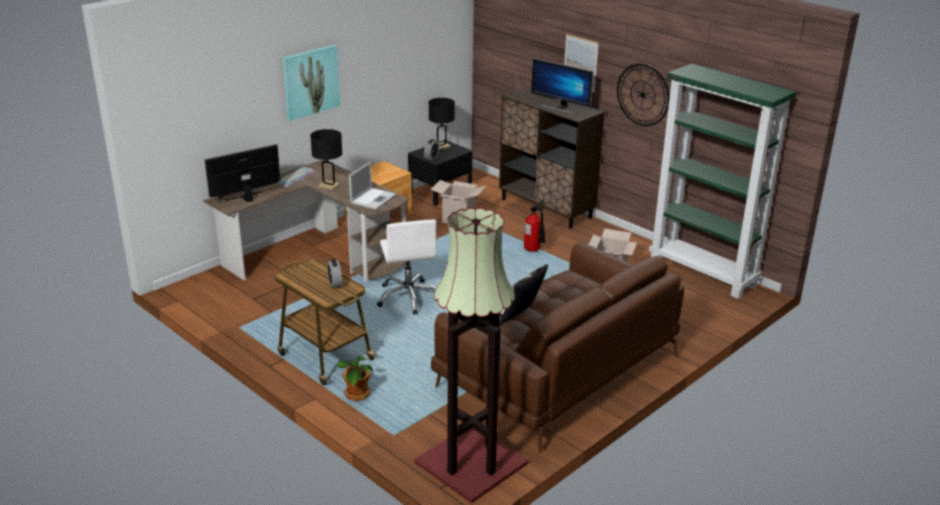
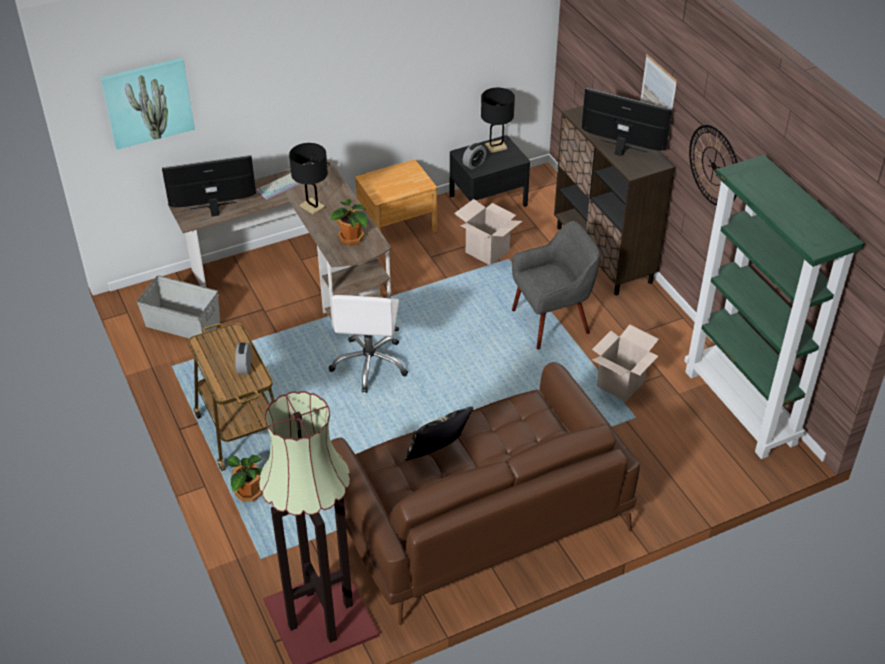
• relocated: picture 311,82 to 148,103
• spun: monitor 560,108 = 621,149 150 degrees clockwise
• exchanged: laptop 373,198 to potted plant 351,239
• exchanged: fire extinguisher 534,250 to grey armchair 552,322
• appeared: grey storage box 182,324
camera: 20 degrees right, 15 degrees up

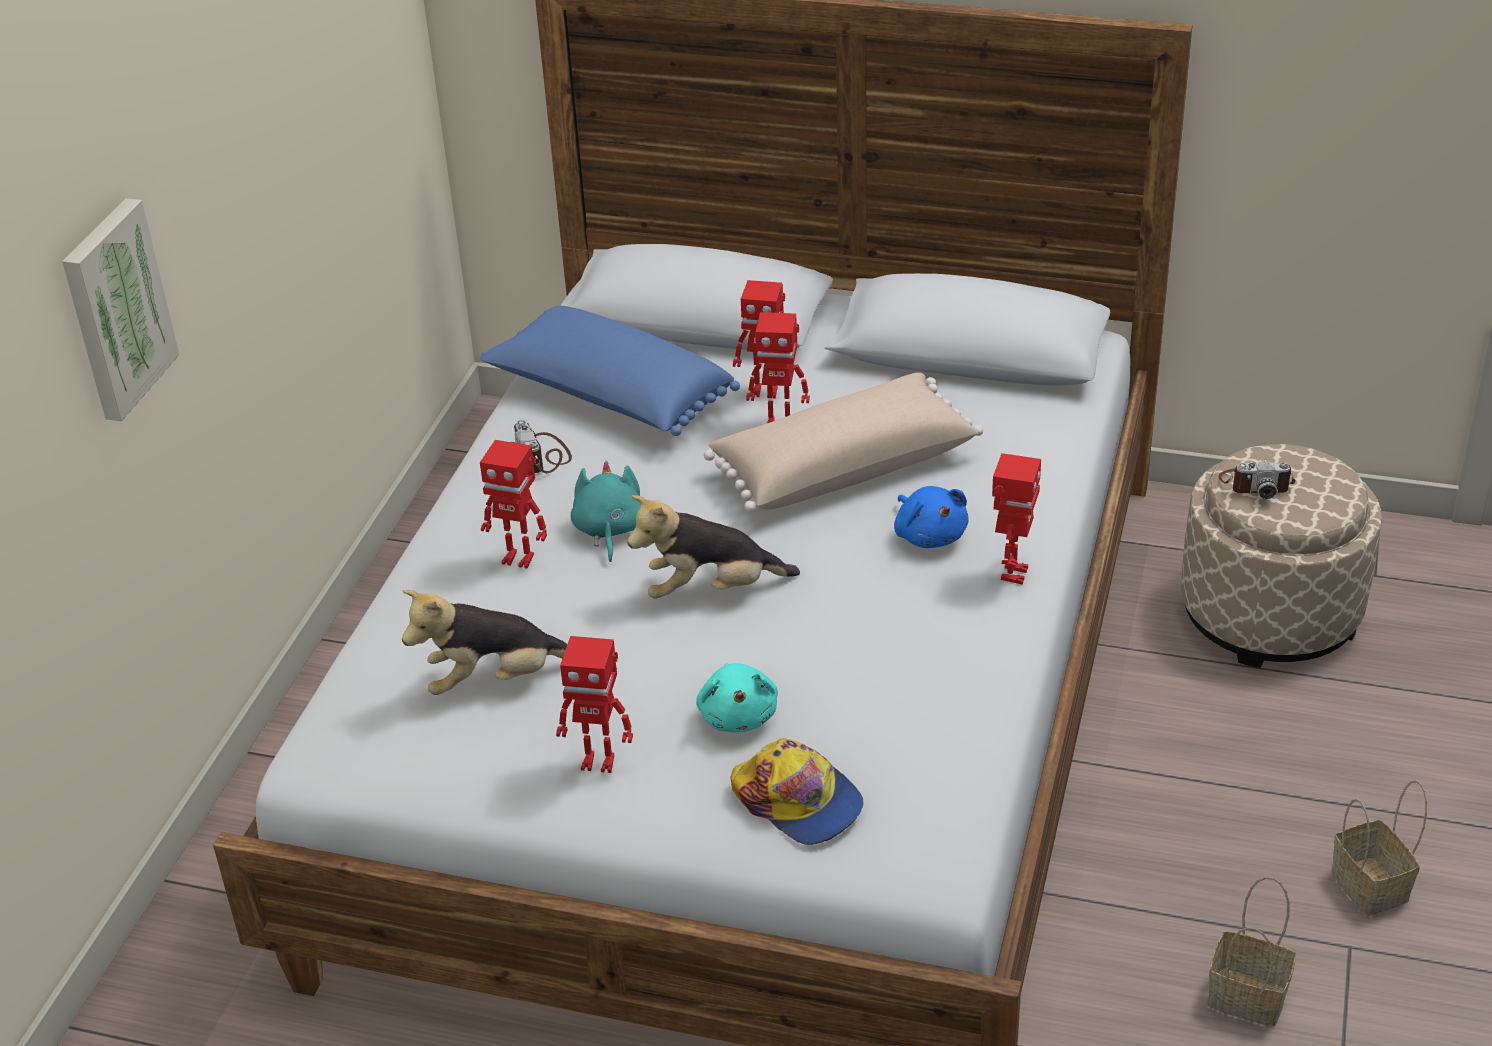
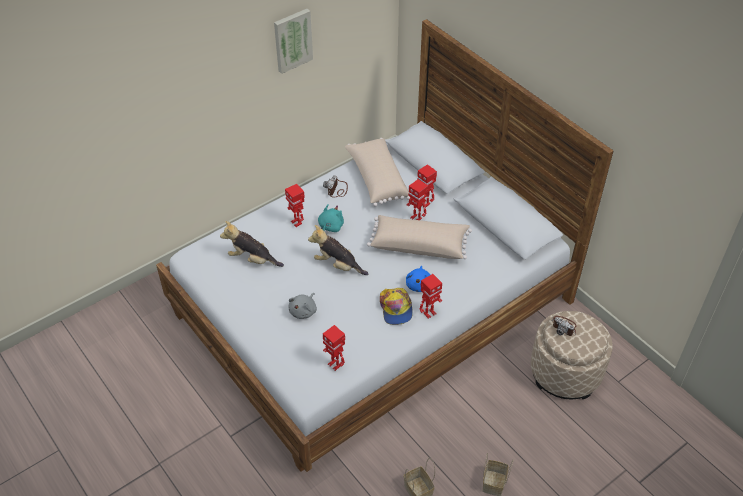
• relocated: picture 115,309 to 292,40
• colour: blue pillow 609,397 to beige pillow 377,179
• relocated: toy robot 599,761 to 335,364
• colour: turquoise plush toy 738,715 to grey plush toy 304,311
• relocated: cap 798,801 to 396,308
camera: 35 degrees right, 10 degrees up

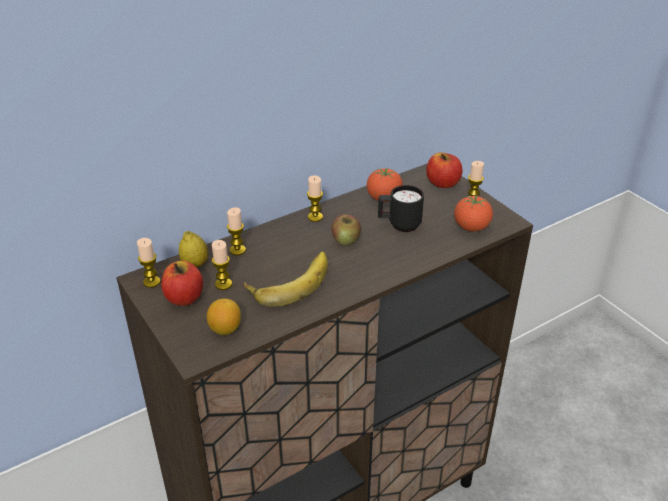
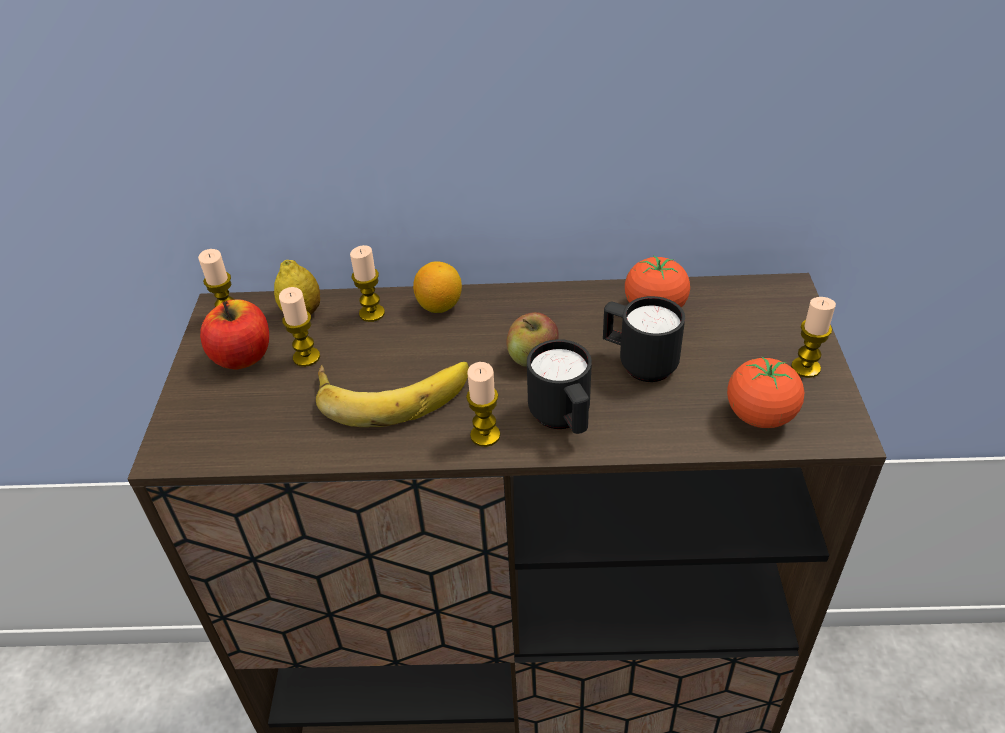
• missing: apple 443,183
• relocated: candle 315,217 to 485,435
• relocated: lemon 225,329 to 439,306
• appeared: black mug 563,419
camera: 35 degrees right, 5 degrees up

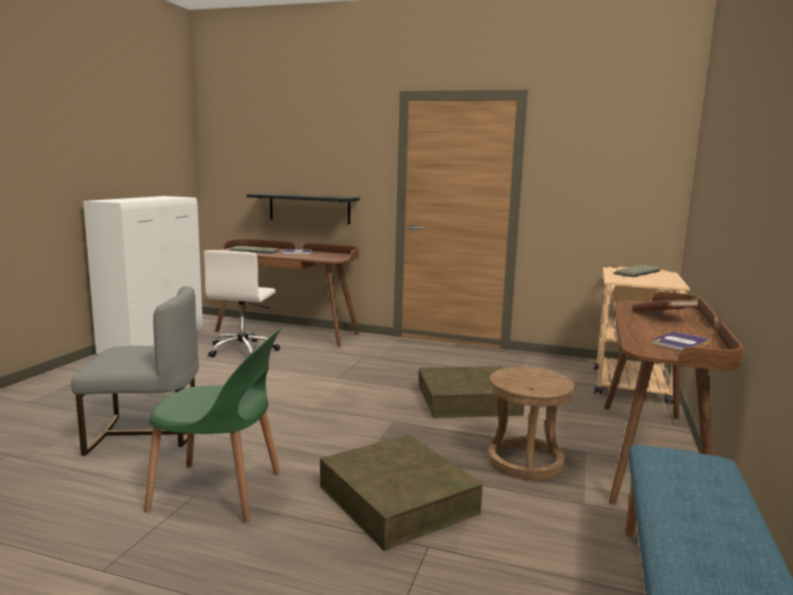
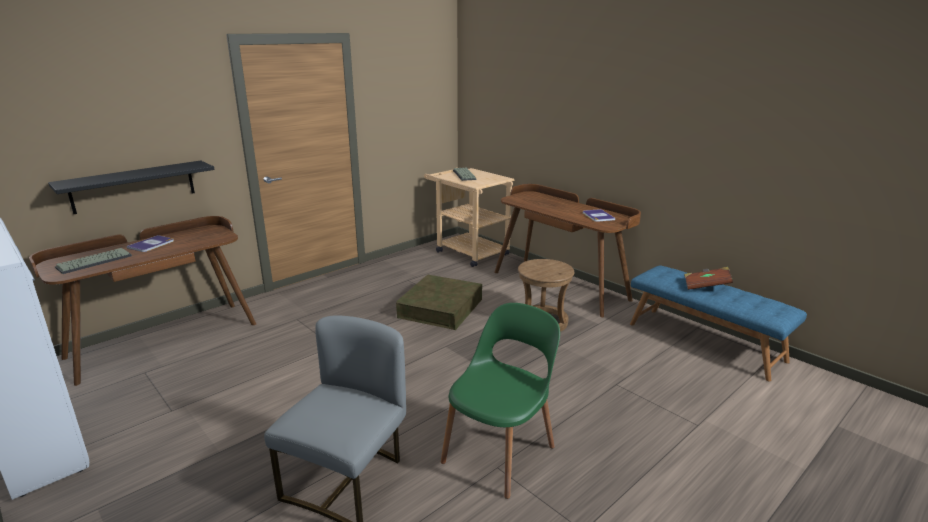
• missing: white office chair 243,350
• relocated: brown book 664,317 to 706,286
• missing: brown storage box 397,499
camera: 60 degrees left, 10 degrees up

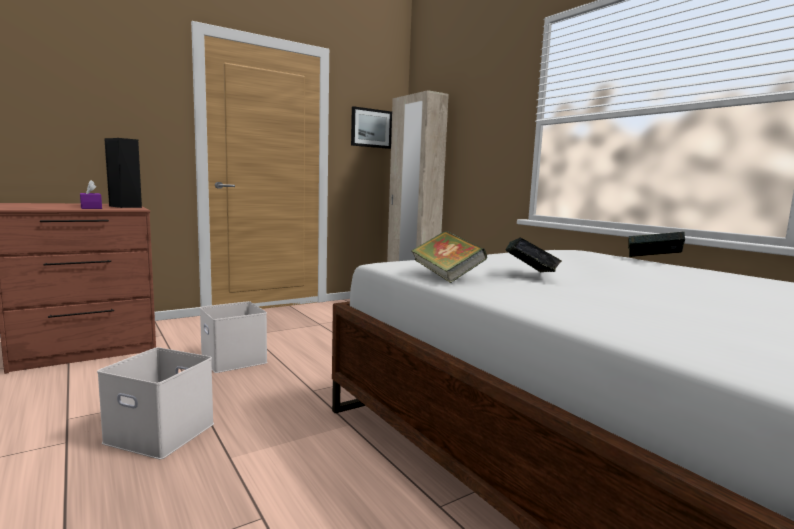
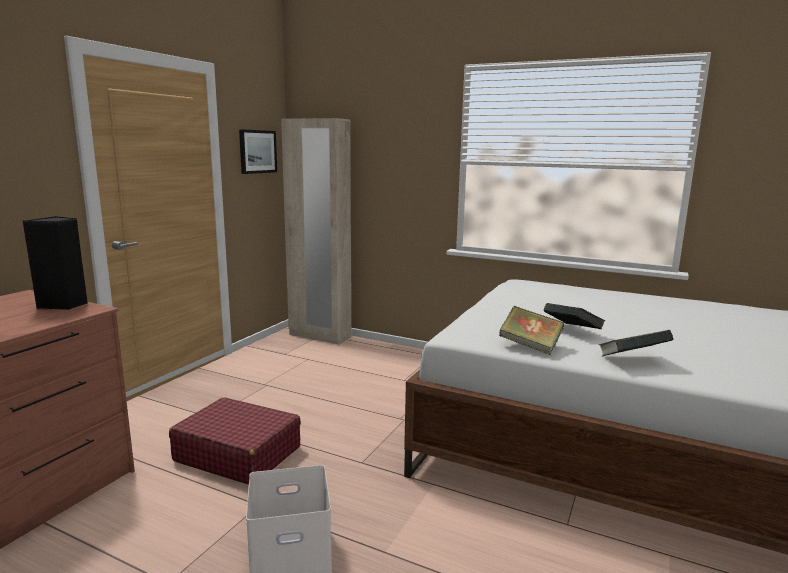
• missing: purple tissue box 91,207
• relocated: book 653,260 to 632,360
• exchanged: white storage box 232,359 to red suitcase 237,454
camera: 30 degrees left, 5 degrees up

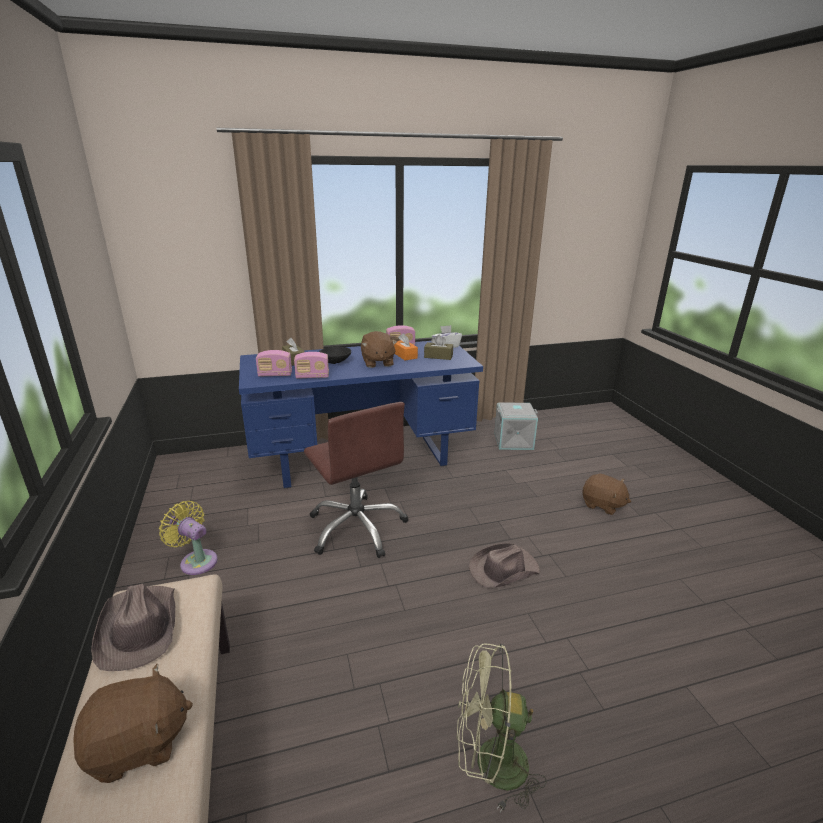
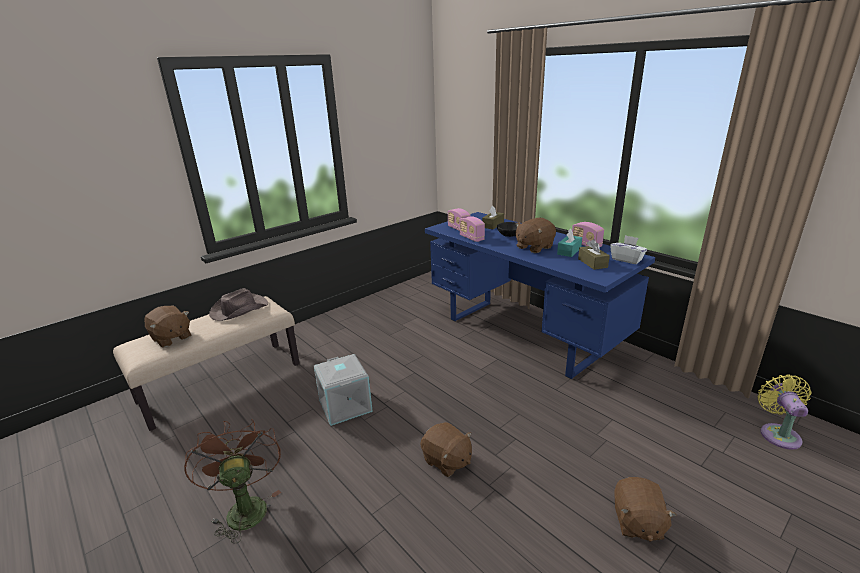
• colour: orange tissue box 404,355 to turquoise tissue box 569,251
• missing: brown office chair 357,527
• relocated: grey storage box 513,440 to 346,405
• relocated: yellow fan 196,560 to 778,433
• exchanged: brown hat 503,569 to brown plush toy 446,461
• colour: green fan 490,765 to brown fan 245,507
camera: 65 degrees right, 0 degrees up

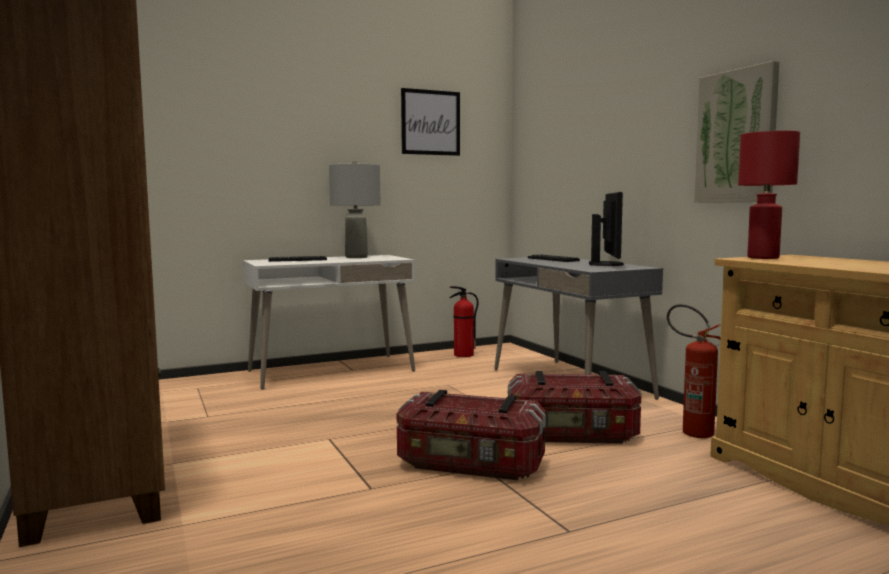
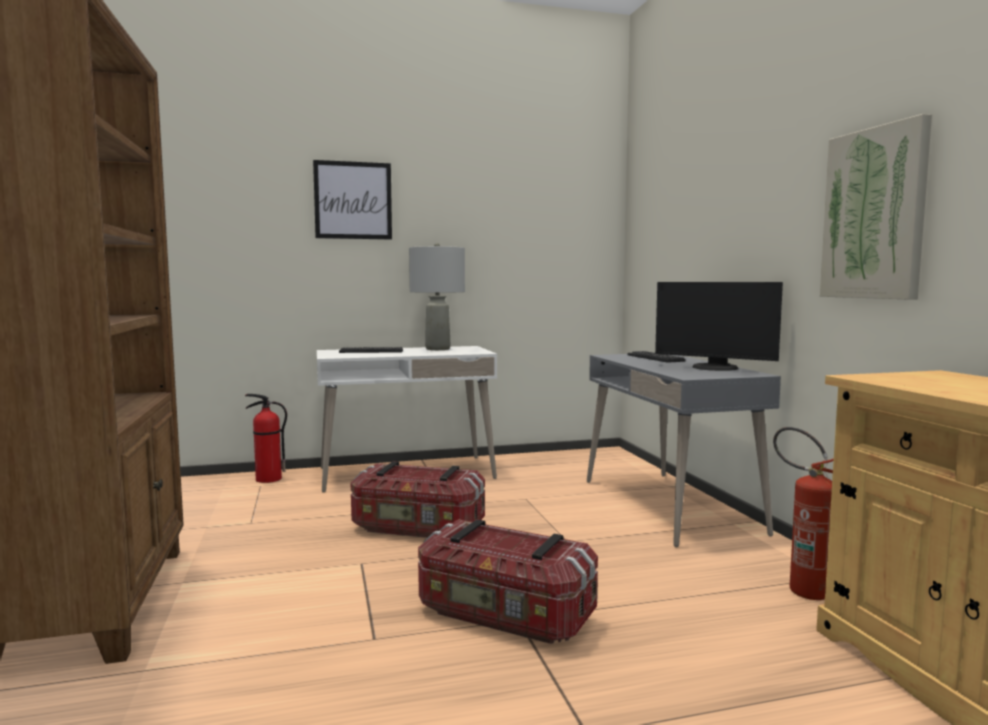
• relocated: picture 430,122 to 353,200
• missing: red table lamp 762,258
• spun: monitor 607,264 = 714,368 105 degrees clockwise
• relocated: fire extinguisher 463,355 to 267,479
• relocated: storage box 572,435 to 418,528
camera: 10 degrees right, 0 degrees up

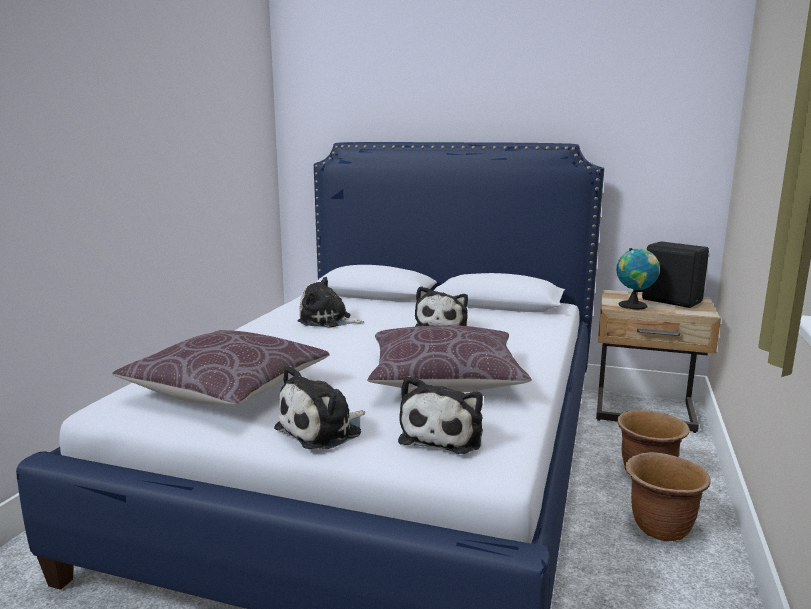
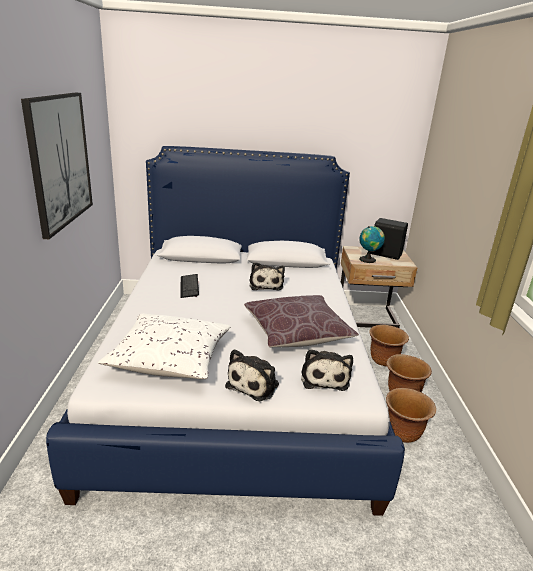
• exchanged: plush toy 327,321 to keyboard 189,286
• colour: brown pillow 227,389 to white pillow 170,358
• appeared: picture 60,161
• appeared: brown planter 403,433
camera: 20 degrees left, 10 degrees up

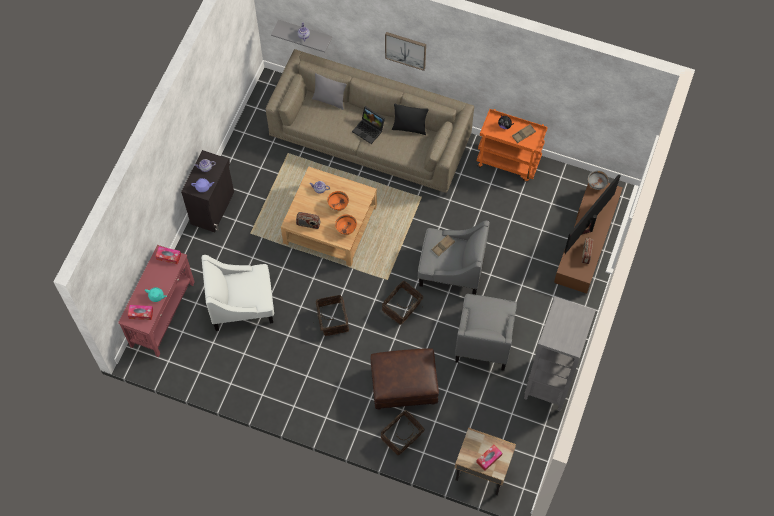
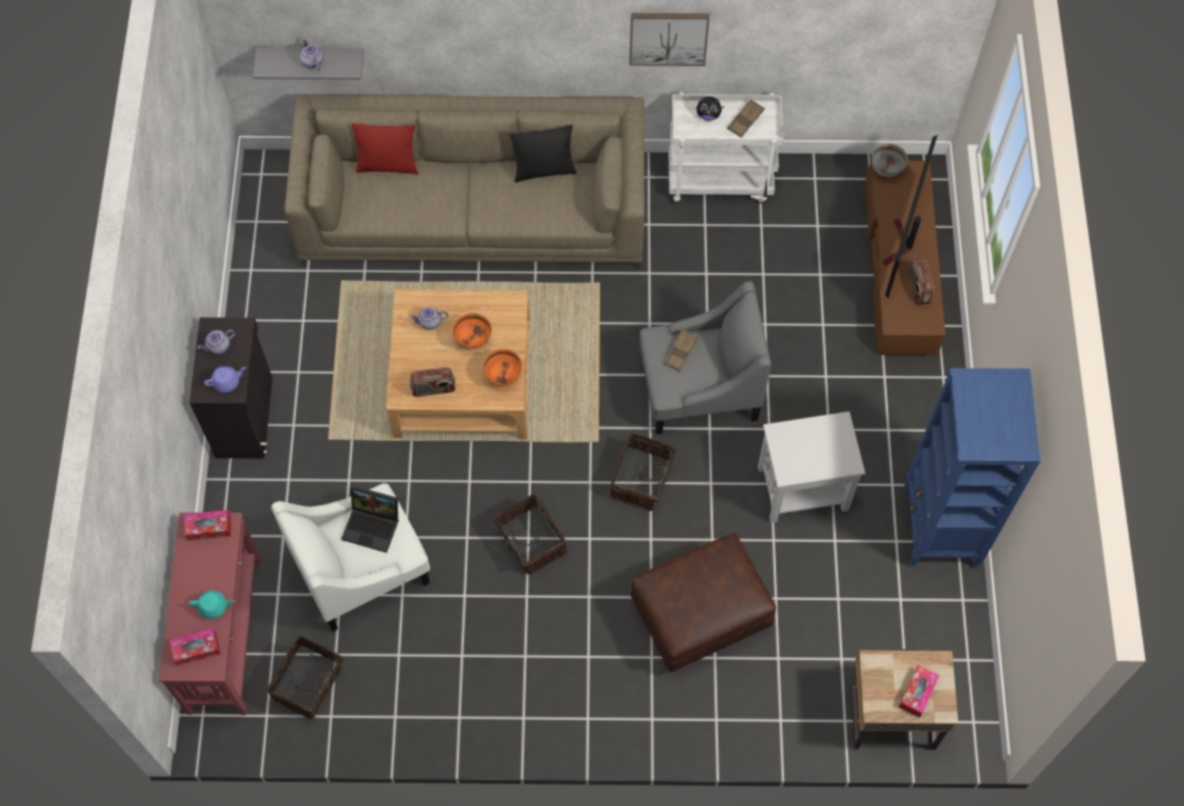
• relocated: picture 405,50 to 668,37
• colour: grey pillow 329,100 to red pillow 388,166
• relocated: laptop 369,130 to 373,525
• colour: orange cart 509,162 to white cart 720,180
• exchanged: grey armchair 484,339 to white side table 801,488
• colour: grey bookcase 548,384 to blue bookcase 940,528
• relocated: basket 402,436 to 309,684
camera: 20 degrees left, 0 degrees up

